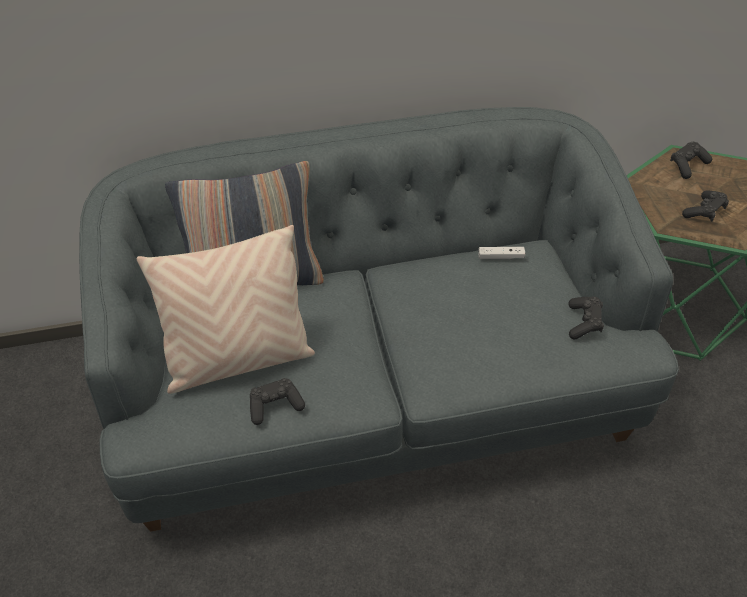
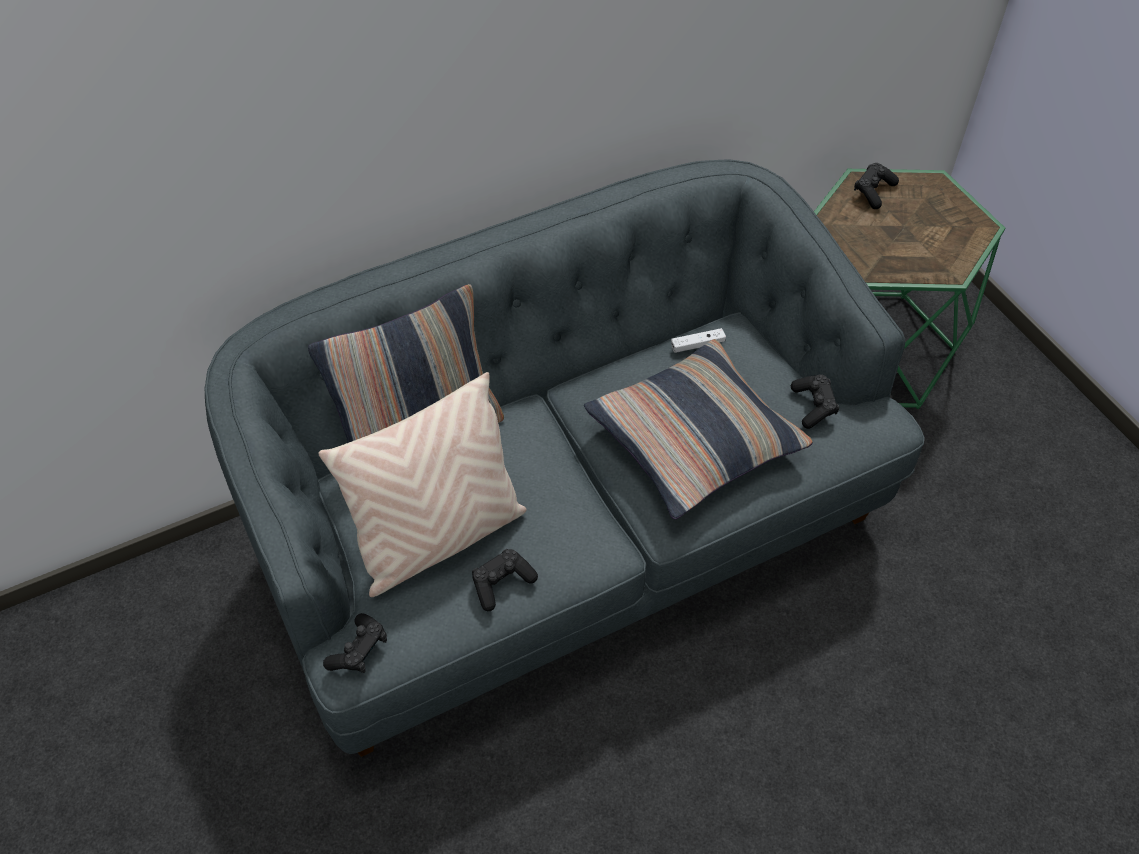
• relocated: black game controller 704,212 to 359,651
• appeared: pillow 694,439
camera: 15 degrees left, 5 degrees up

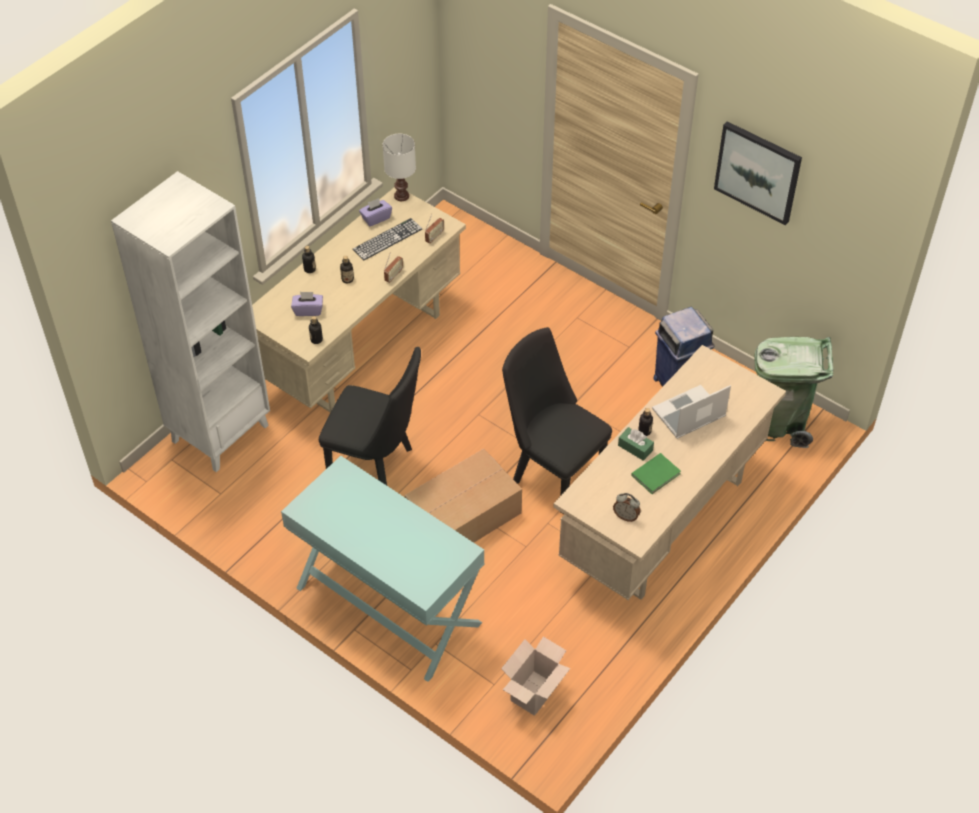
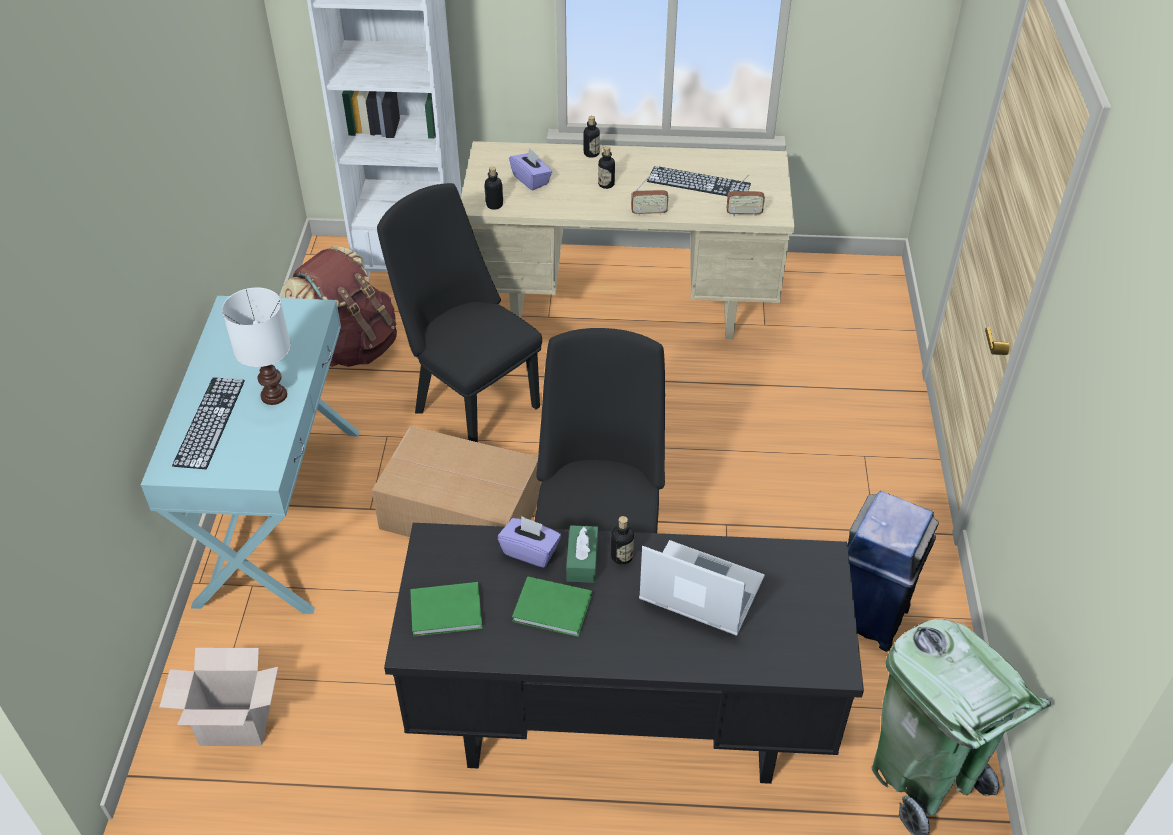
• missing: picture 758,171
• relocated: white table lamp 401,196 to 274,395
• relocated: purple tissue box 376,218 to 530,551
• colour: beige desk 662,522 to black desk 618,722
• spun: black chair 377,467 = 470,403 150 degrees clockwise
• exchanged: alarm clock 626,516 to green book 448,612
• appeared: brown backpack 351,346
• appeared: keyboard 209,422
camera: 55 degrees right, 5 degrees down

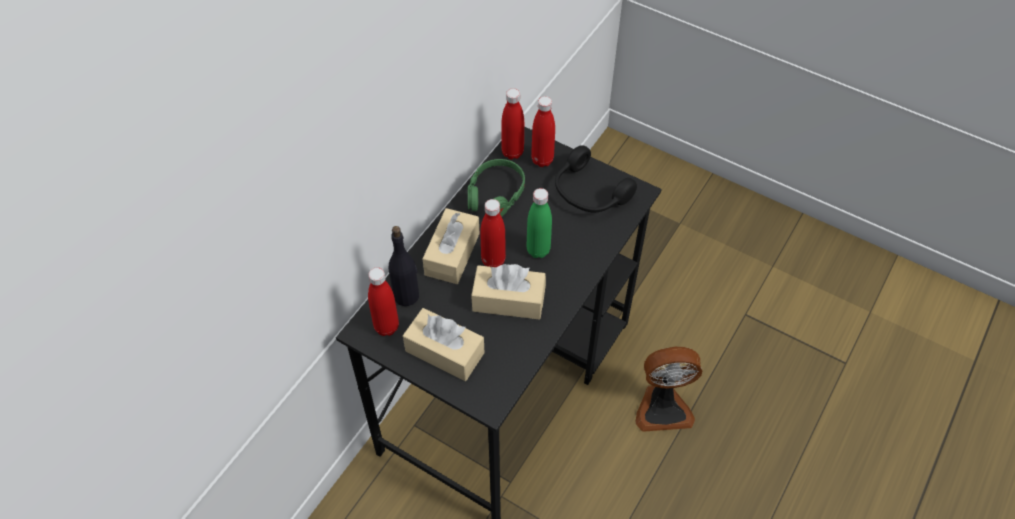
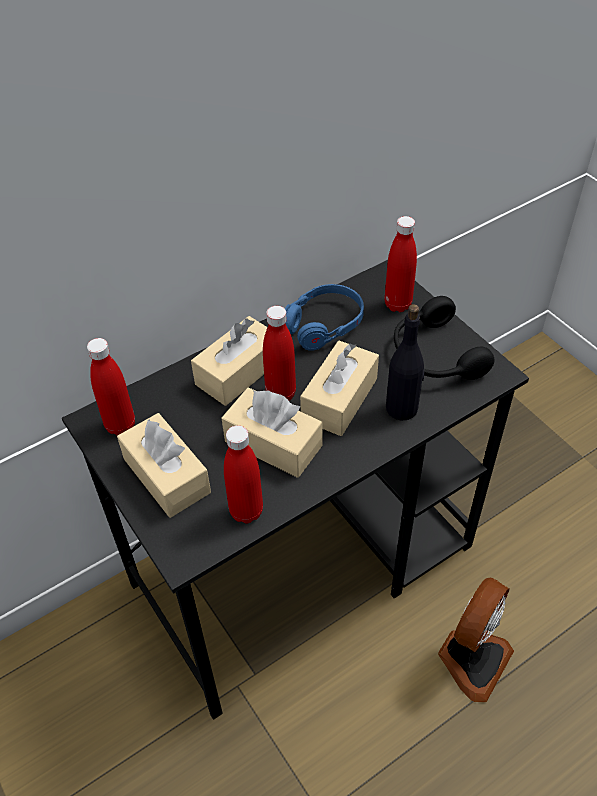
• relocated: red bottle 512,152 to 246,511
• colour: green headphones 495,195 to blue headphones 323,325
• exchanged: green bottle 538,250 to beige tissue box 339,399
• relocated: black bottle 406,295 to 402,408
• spun: fan 662,407 = 471,659 75 degrees counterclockwise
camera: 25 degrees right, 5 degrees down

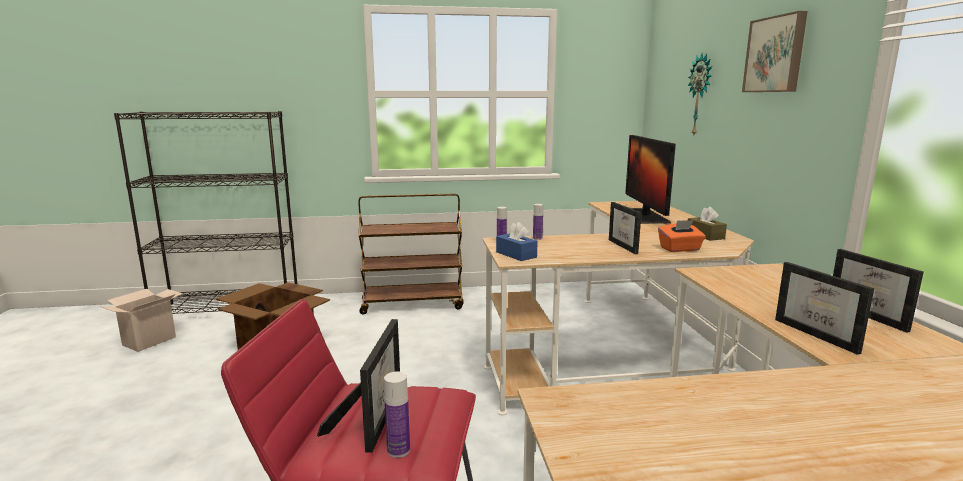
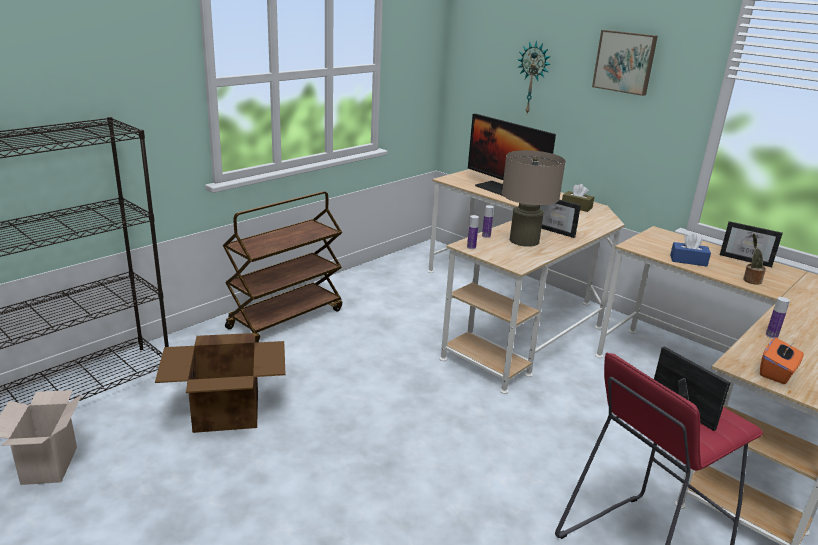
• relocated: orange tissue box 680,249 to 777,373
• relocated: blue tissue box 516,254 to 688,260
• exchanged: picture frame 822,335 to potted plant 750,280
• relocated: bottle 398,450 to 771,335
• appeared: beige table lamp 524,240
camera: 40 degrees left, 10 degrees up

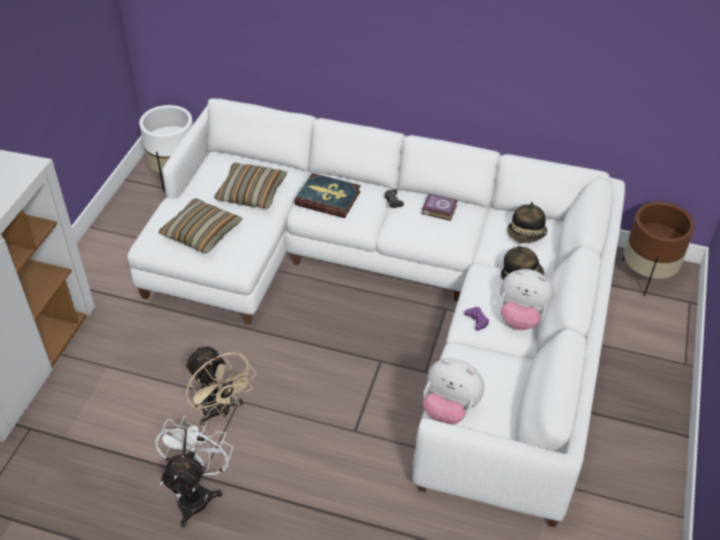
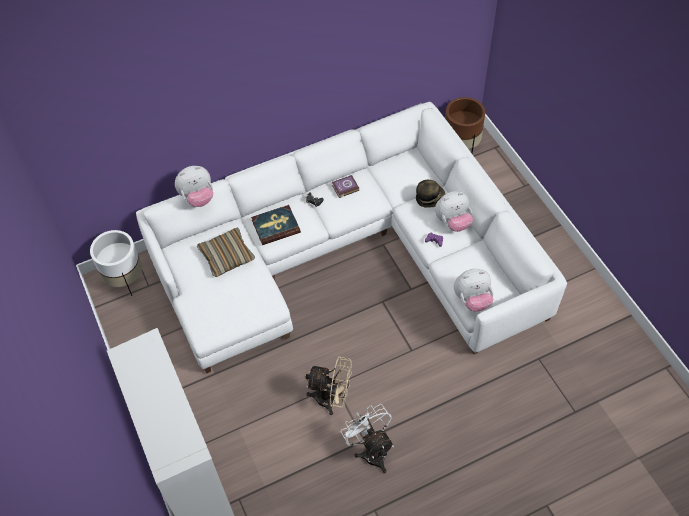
• missing: pillow 201,233
• missing: hat 526,235
• appeared: plush toy 198,198
camera: 40 degrees left, 10 degrees up

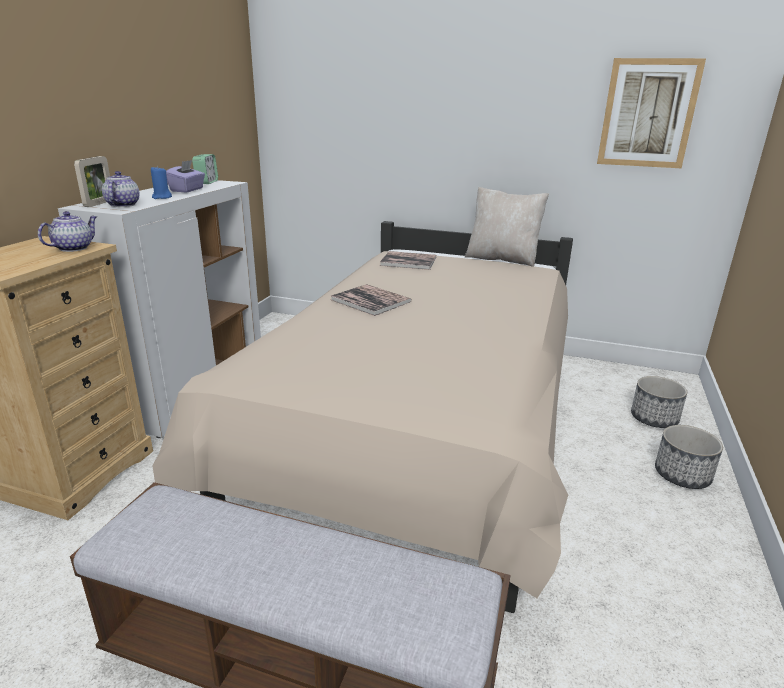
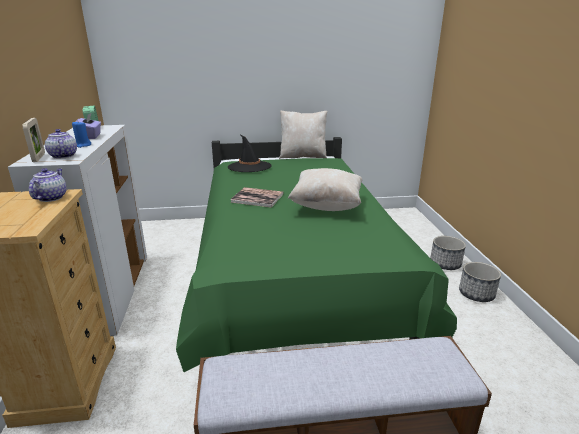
• missing: picture 648,114
• colour: beige bed 419,429 to green bed 293,277
• exchanged: book 408,261 to black hat 249,167
• relocated: planter 654,418 to 476,294
• appeared: beige pillow 326,206
camera: 25 degrees left, 0 degrees up

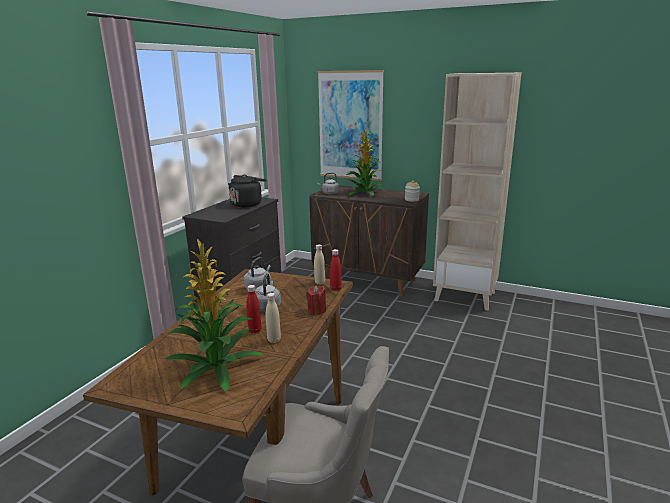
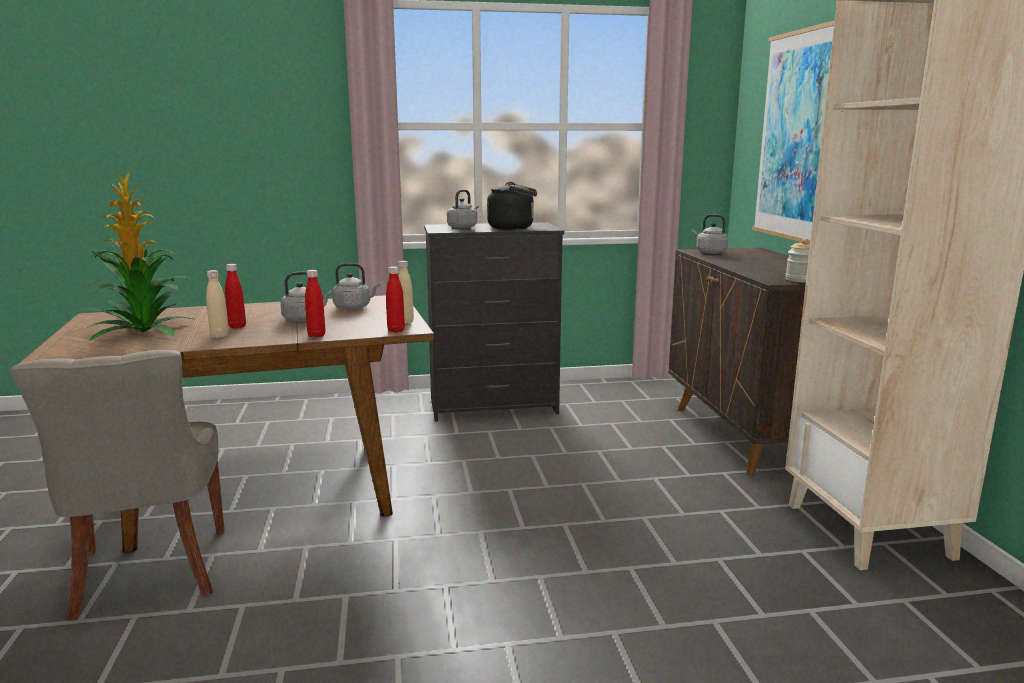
• missing: potted plant 365,193
• exchanged: red candle 316,310 to red bottle 316,335
• appeared: grey kettle 463,227
camera: 55 degrees right, 5 degrees down

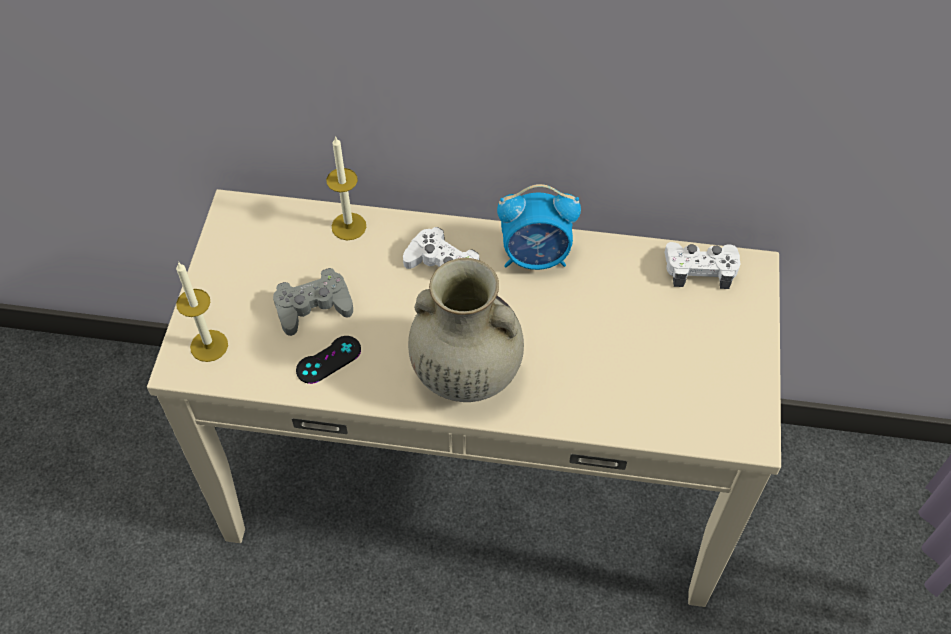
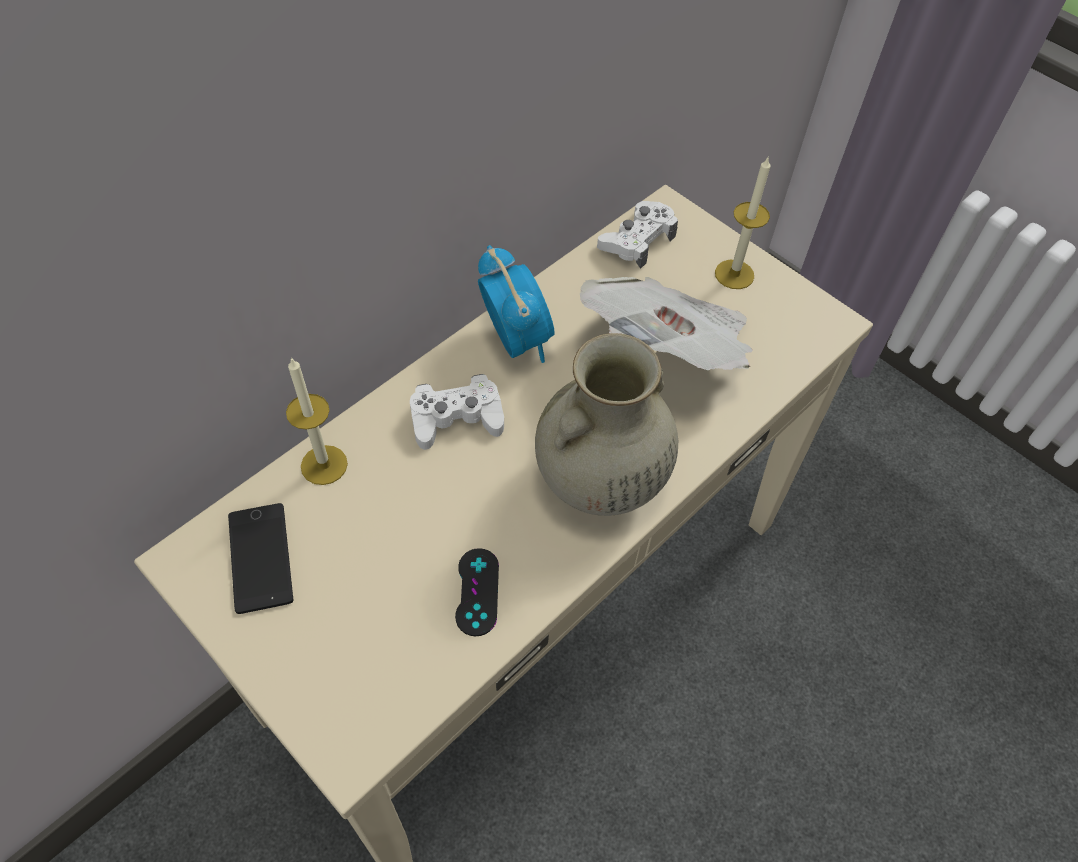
• spun: alarm clock 536,257 = 516,339 60 degrees counterclockwise
• relocated: candle 209,346 to 734,274
• missing: grey game controller 313,307
• appeared: newspaper 669,351
• appeared: phone 260,558
camera: 55 degrees left, 0 degrees up

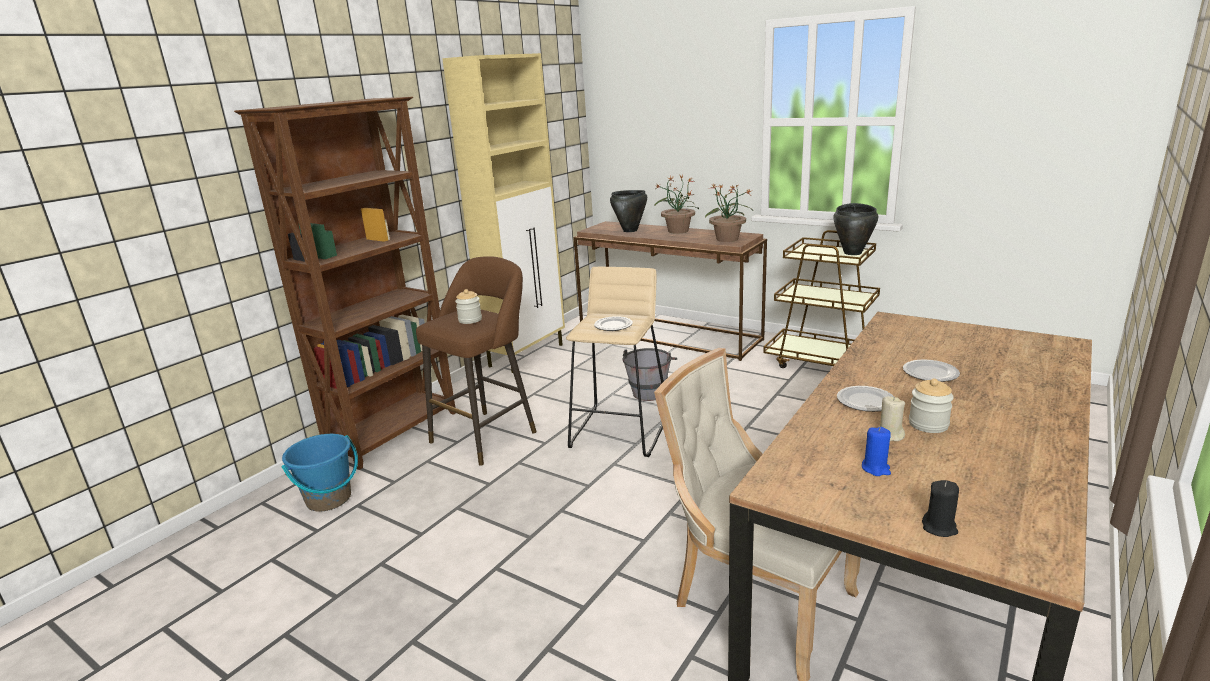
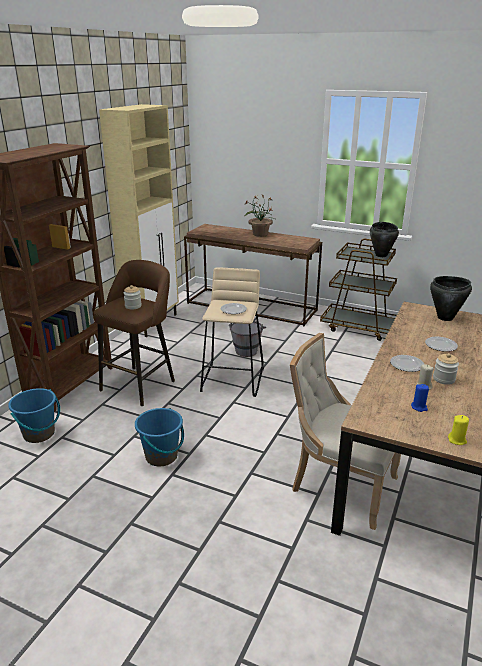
• missing: potted plant 727,239
• relocated: black cooking pot 630,230 to 445,318
• colour: black candle 939,528 to yellow candle 457,440
• appeared: blue bucket 161,456
camera: 10 degrees left, 5 degrees up

